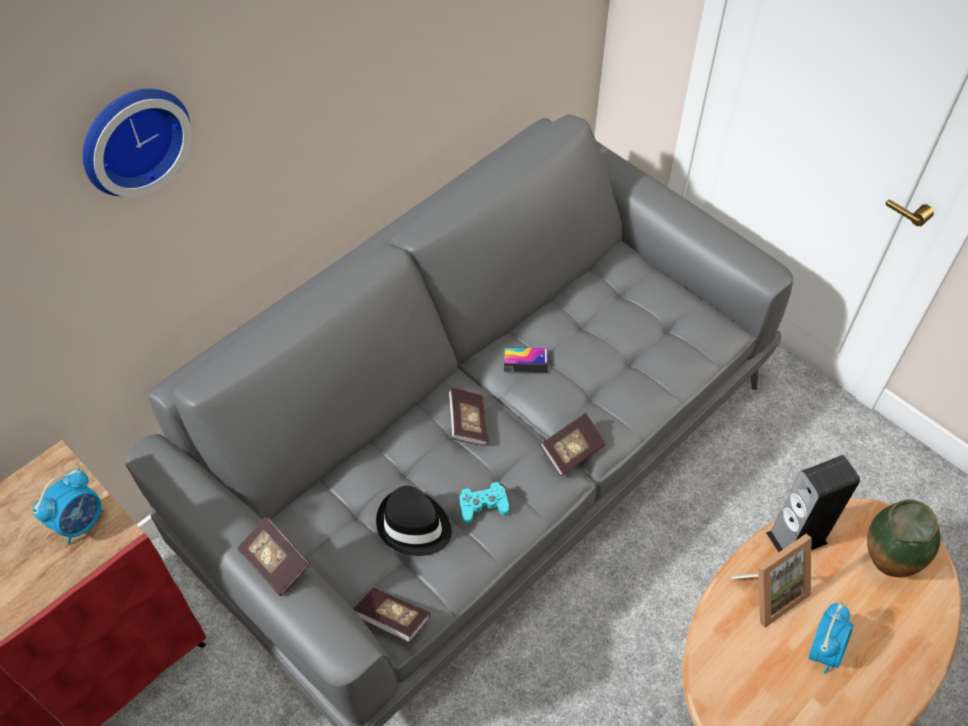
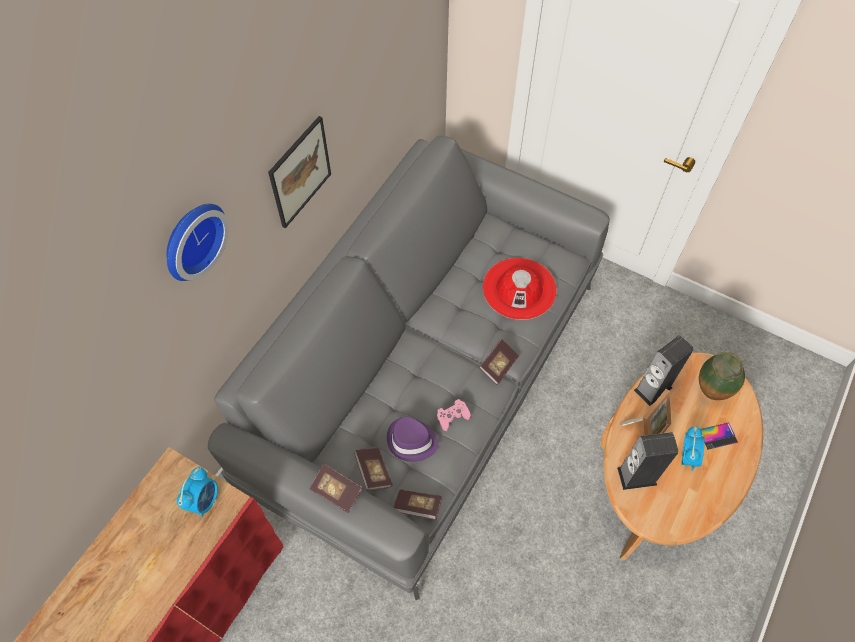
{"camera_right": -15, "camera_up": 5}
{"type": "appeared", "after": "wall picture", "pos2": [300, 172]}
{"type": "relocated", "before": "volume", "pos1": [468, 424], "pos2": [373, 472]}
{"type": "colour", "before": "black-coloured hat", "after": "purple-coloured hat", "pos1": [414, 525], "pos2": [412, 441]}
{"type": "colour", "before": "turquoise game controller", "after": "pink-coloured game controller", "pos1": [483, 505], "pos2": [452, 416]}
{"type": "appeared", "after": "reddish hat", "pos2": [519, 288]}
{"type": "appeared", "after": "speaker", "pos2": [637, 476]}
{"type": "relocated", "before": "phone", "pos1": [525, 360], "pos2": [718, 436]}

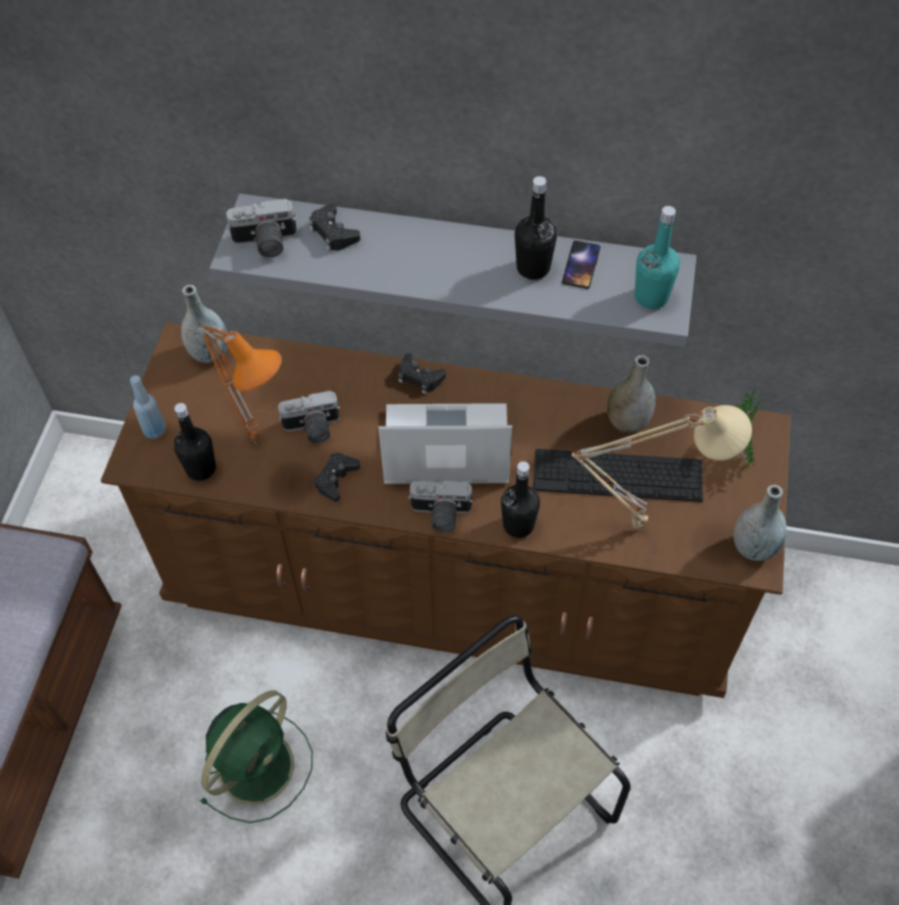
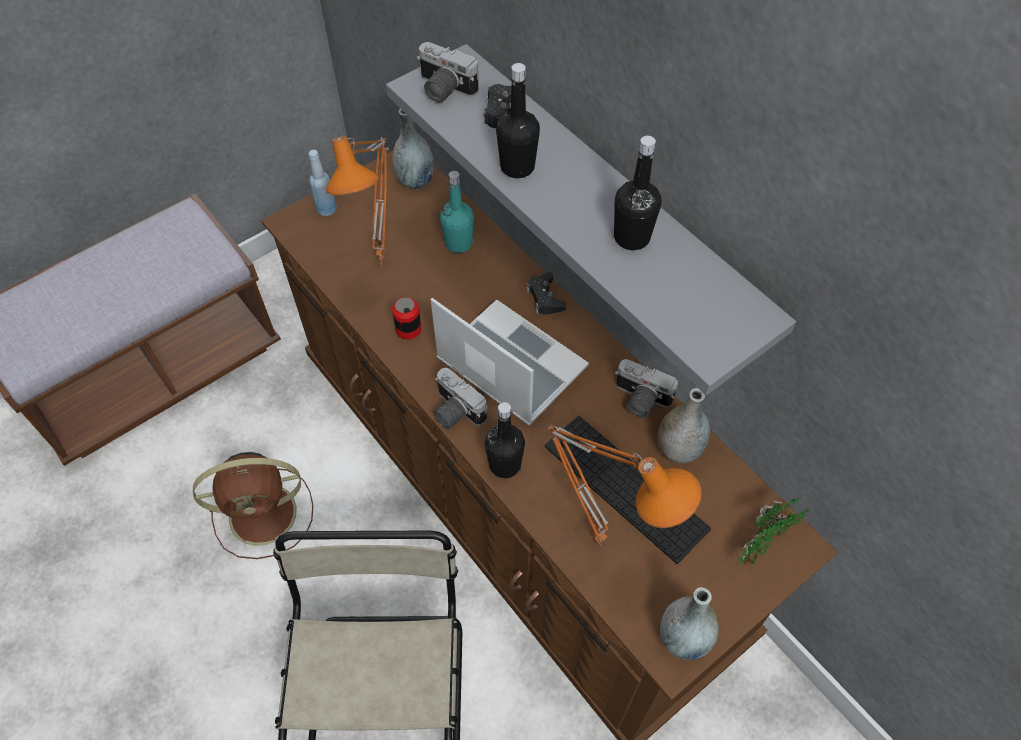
{"camera_right": 40, "camera_up": 0}
{"type": "colour", "before": "green-coloured fan", "after": "brown-coloured fan", "pos1": [258, 764], "pos2": [266, 513]}
{"type": "exchanged", "before": "black-coloured game controller", "after": "sealed can", "pos1": [336, 479], "pos2": [408, 329]}
{"type": "relocated", "before": "turquoise bottle", "pos1": [651, 297], "pos2": [458, 243]}
{"type": "relocated", "before": "black-coloured bottle", "pos1": [201, 468], "pos2": [517, 167]}
{"type": "colour", "before": "sand-coloured tabletop lamp", "after": "orange tabletop lamp", "pos1": [637, 525], "pos2": [601, 539]}
{"type": "relocated", "before": "still camera", "pos1": [312, 429], "pos2": [639, 400]}
{"type": "missing", "before": "phone", "pos1": [581, 265]}

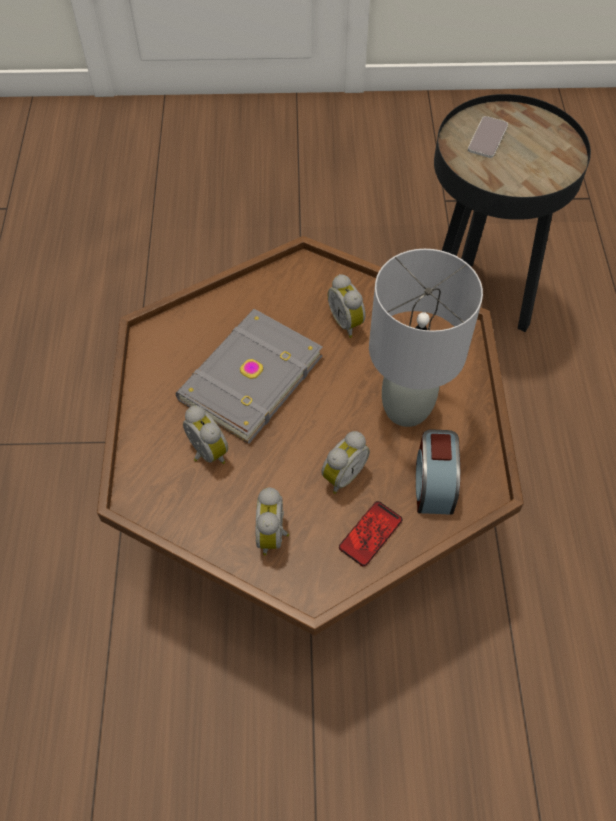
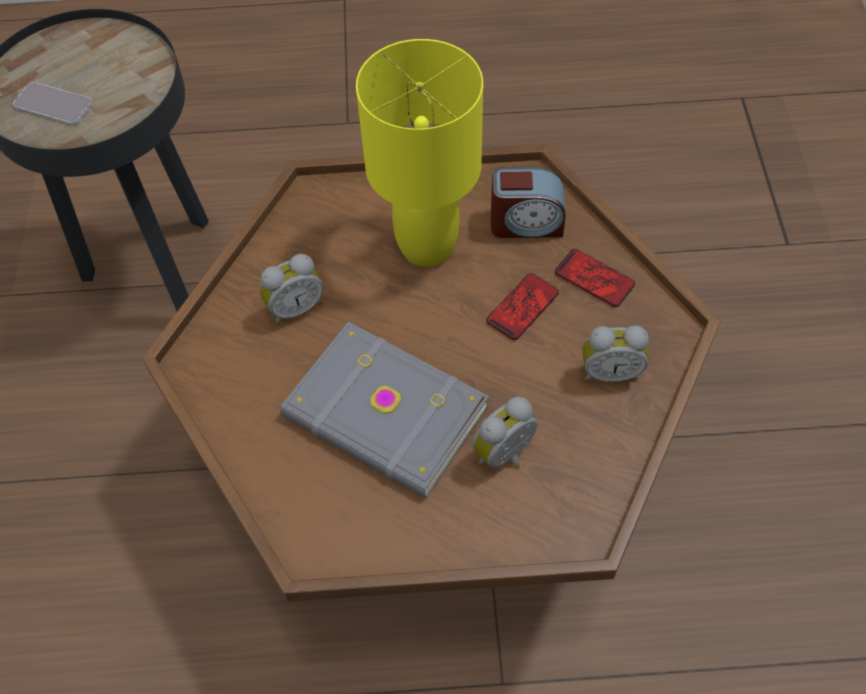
{"camera_right": -90, "camera_up": 0}
{"type": "colour", "before": "gray tabletop lamp", "after": "yellowish tabletop lamp", "pos1": [406, 407], "pos2": [426, 246]}
{"type": "exchanged", "before": "alarm clock", "after": "phone", "pos1": [341, 475], "pos2": [522, 307]}

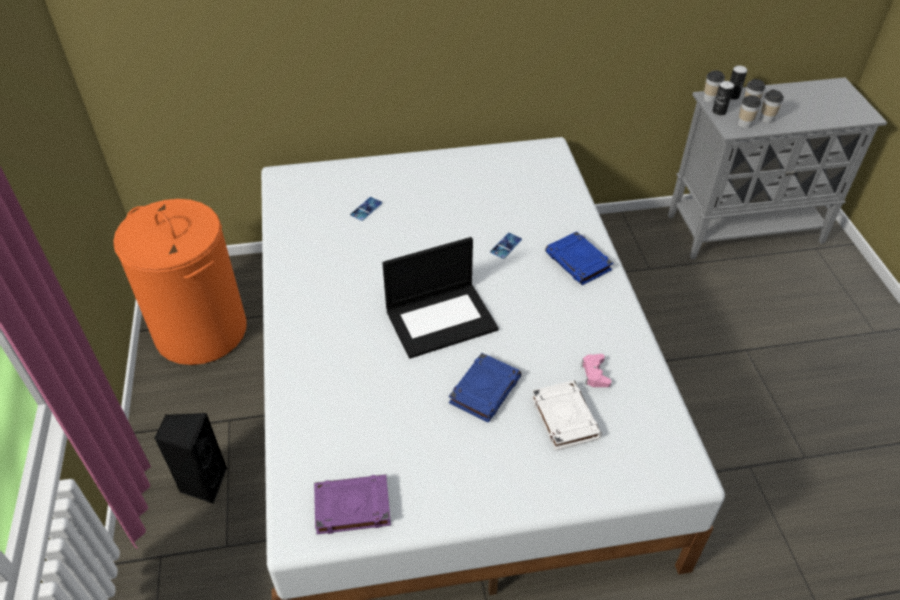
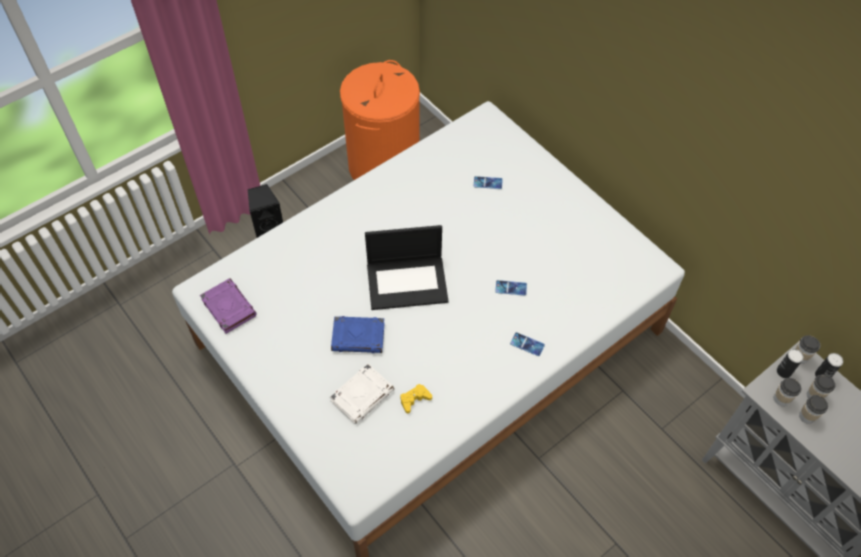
{"camera_right": 60, "camera_up": 10}
{"type": "spun", "before": "portable computer", "pos1": [442, 319], "pos2": [408, 282], "turn": -45}
{"type": "colour", "before": "pink-coloured game controller", "after": "yellowish game controller", "pos1": [595, 374], "pos2": [414, 399]}
{"type": "exchanged", "before": "blue volume", "after": "phone", "pos1": [579, 262], "pos2": [527, 344]}

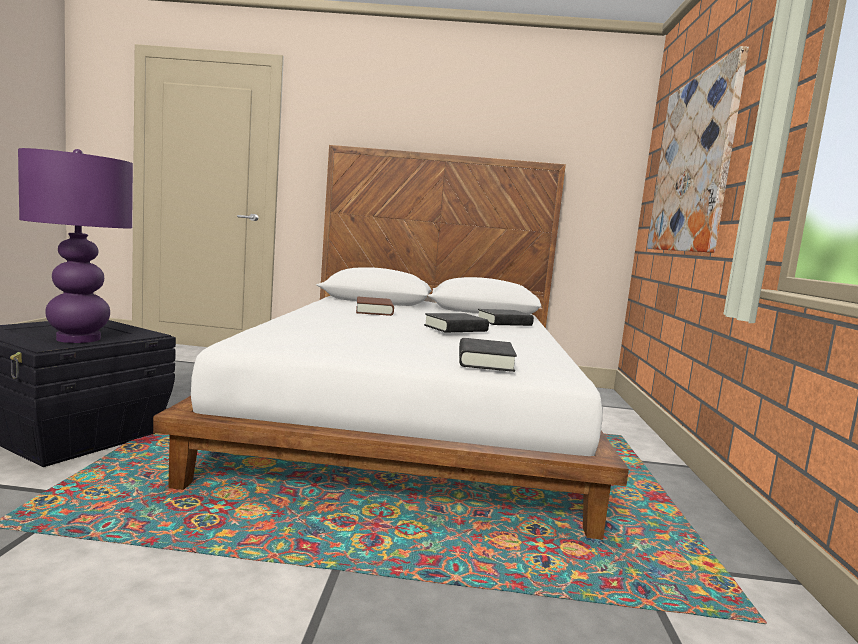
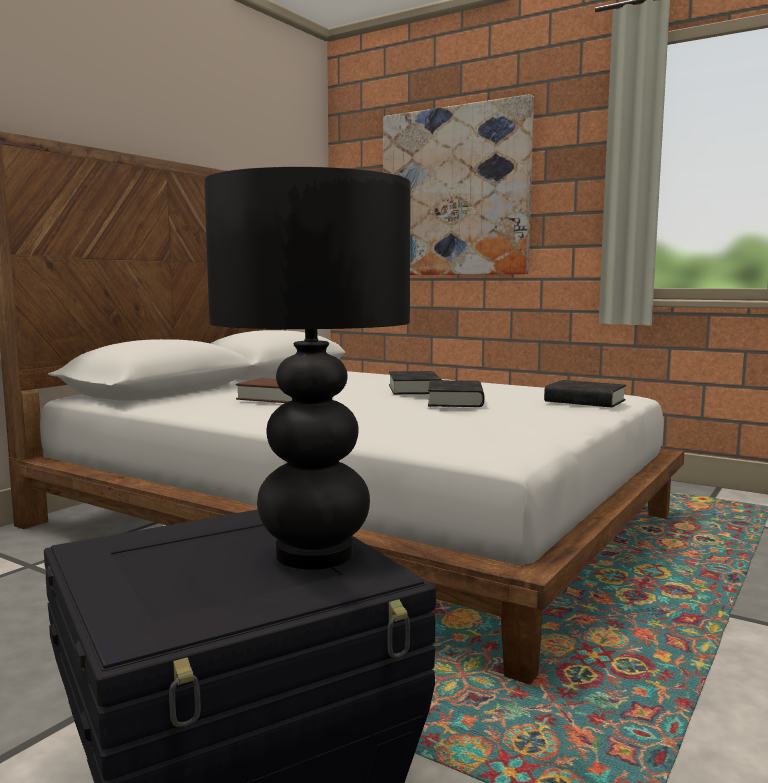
{"camera_right": -60, "camera_up": 0}
{"type": "colour", "before": "purple-coloured tabletop lamp", "after": "black-coloured tabletop lamp", "pos1": [78, 339], "pos2": [313, 555]}
{"type": "relocated", "before": "black-coloured volume", "pos1": [504, 322], "pos2": [455, 401]}

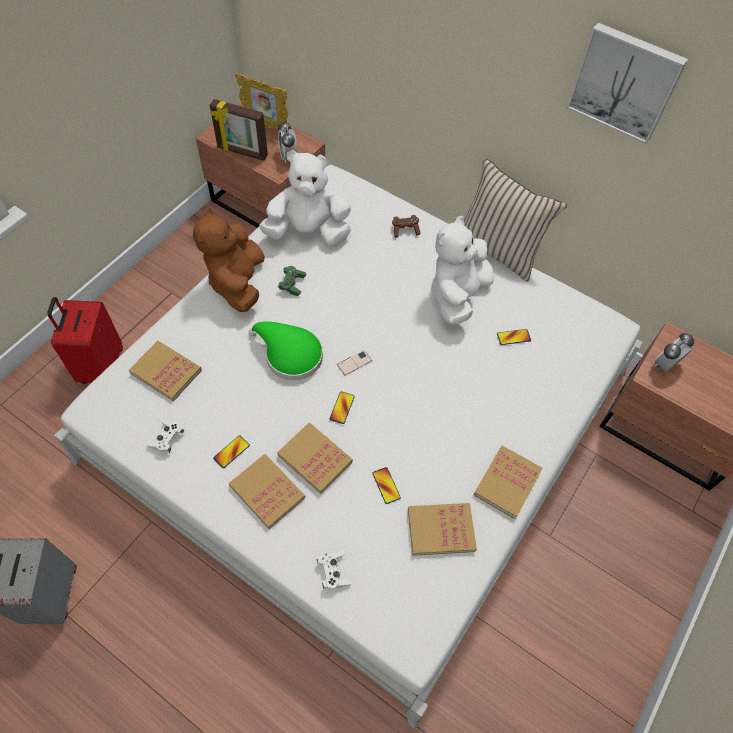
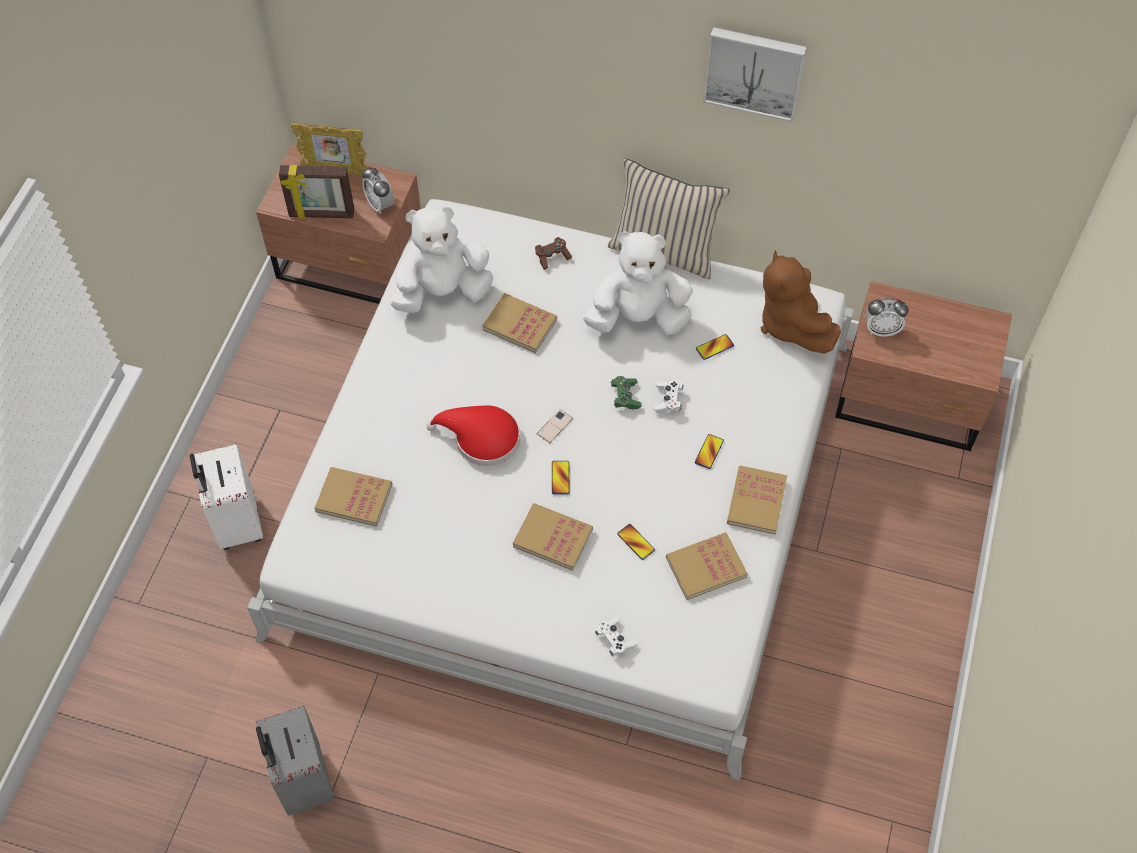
{"camera_right": -15, "camera_up": 0}
{"type": "colour", "before": "reddish suitcase", "after": "whitish suitcase", "pos1": [101, 366], "pos2": [236, 523]}
{"type": "colour", "before": "green-coloured hat", "after": "reddish hat", "pos1": [289, 354], "pos2": [481, 438]}
{"type": "relocated", "before": "volume", "pos1": [267, 492], "pos2": [520, 324]}
{"type": "spun", "before": "whitish soft toy", "pos1": [457, 295], "pos2": [638, 318], "turn": 75}
{"type": "relocated", "before": "green-coloured game controller", "pos1": [292, 284], "pos2": [625, 397]}
{"type": "relocated", "before": "whitish game controller", "pos1": [167, 439], "pos2": [668, 400]}
{"type": "relocated", "before": "phone", "pos1": [231, 452], "pos2": [709, 452]}
{"type": "relocated", "before": "brown-coloured soft toy", "pos1": [237, 283], "pos2": [791, 323]}
{"type": "spun", "before": "alarm clock", "pos1": [665, 365], "pos2": [881, 330], "turn": -120}

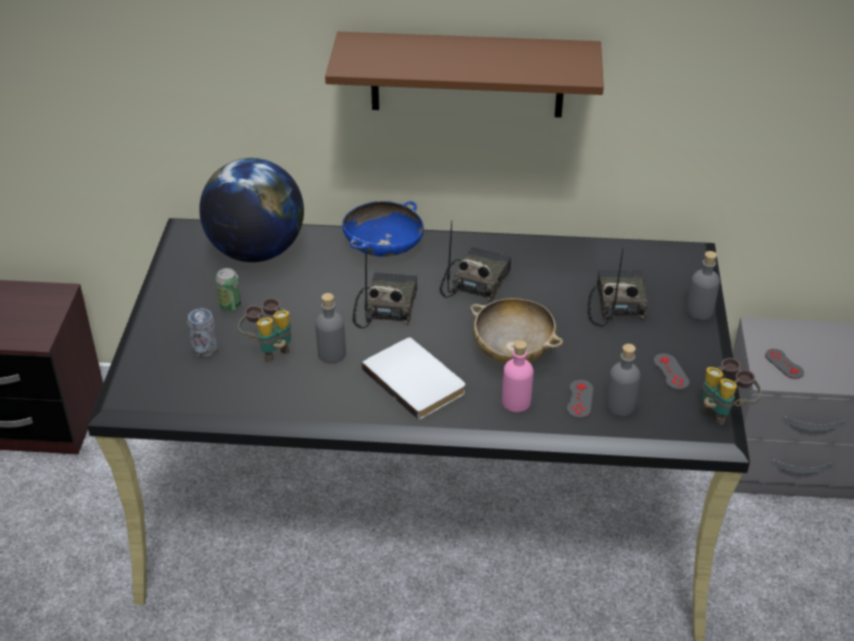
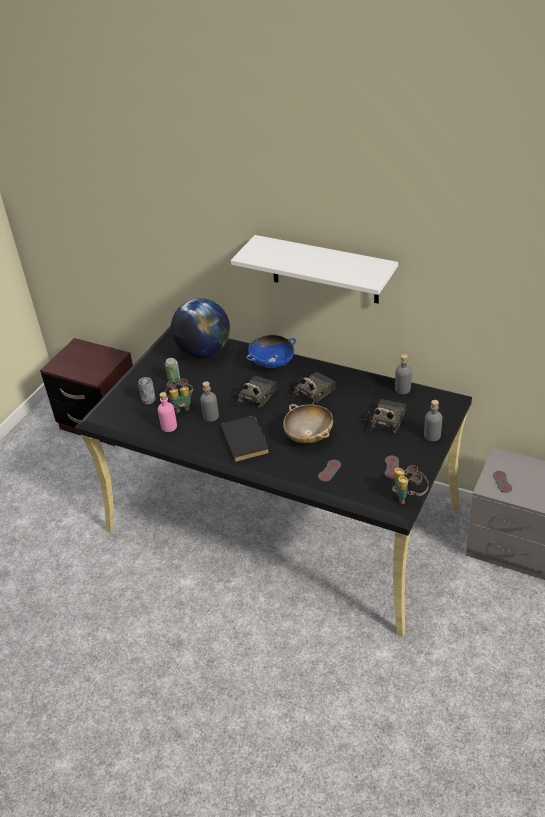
{"camera_right": 25, "camera_up": 0}
{"type": "relocated", "before": "pink-coloured bottle", "pos1": [516, 402], "pos2": [169, 426]}
{"type": "colour", "before": "whitish volume", "after": "black-coloured volume", "pos1": [416, 379], "pos2": [247, 440]}
{"type": "colour", "before": "brown-coloured shelf", "after": "whitish shelf", "pos1": [467, 74], "pos2": [324, 270]}
{"type": "relocated", "before": "gray bottle", "pos1": [620, 406], "pos2": [402, 389]}

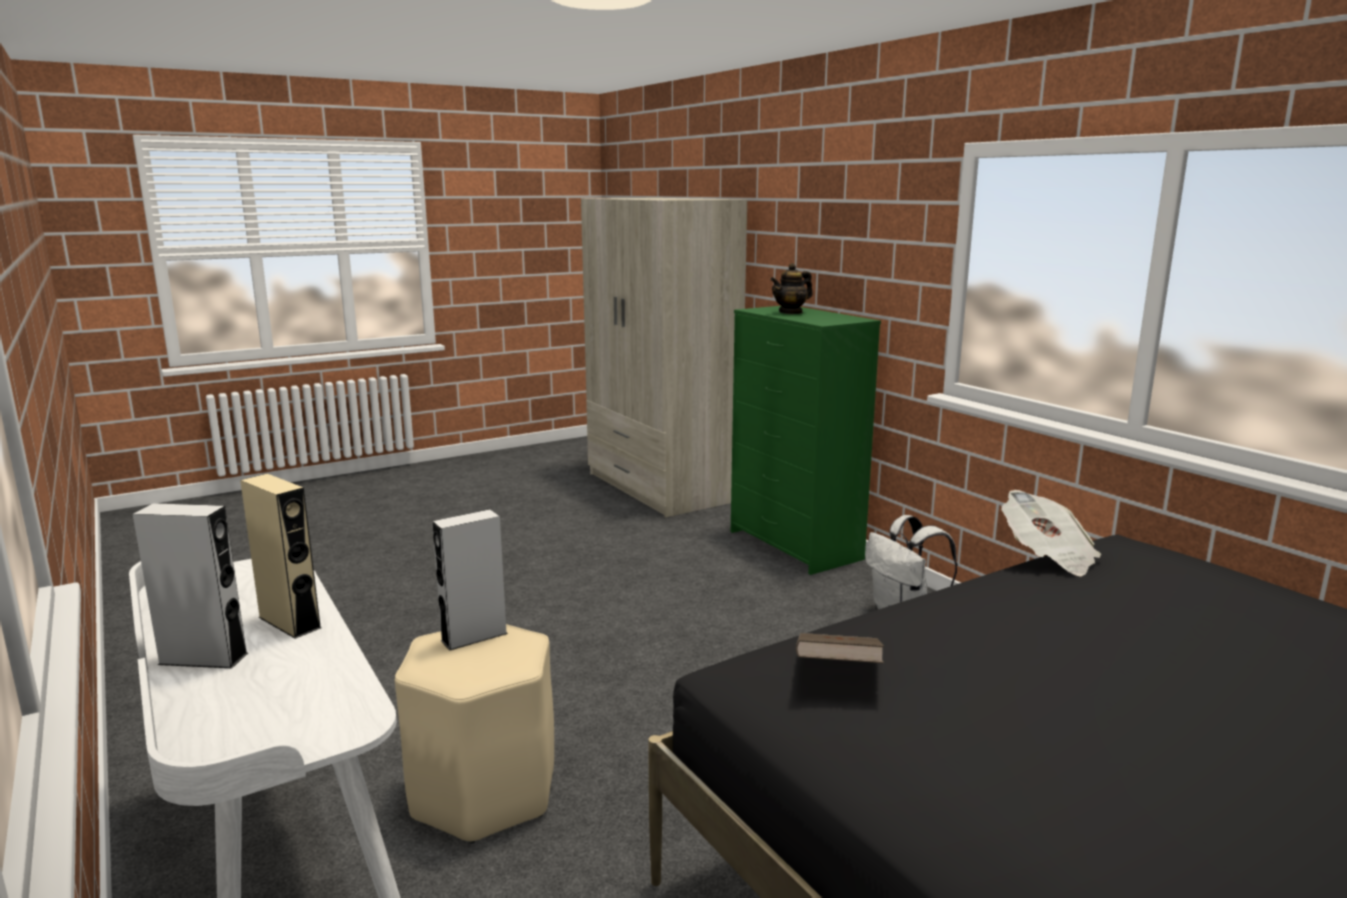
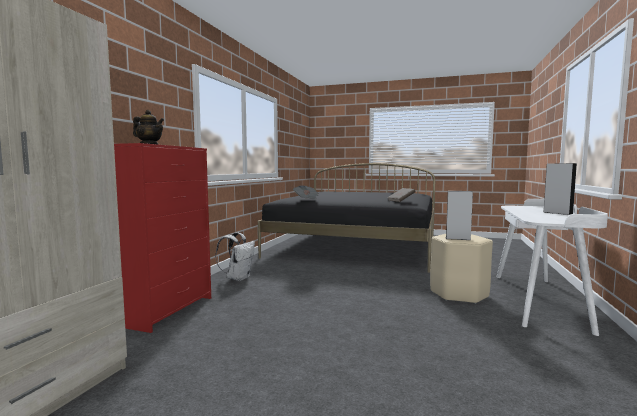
{"camera_right": -130, "camera_up": -10}
{"type": "colour", "before": "green-coloured drawer chest", "after": "reddish drawer chest", "pos1": [795, 545], "pos2": [165, 310]}
{"type": "missing", "before": "sand-coloured speaker", "pos1": [289, 622]}

